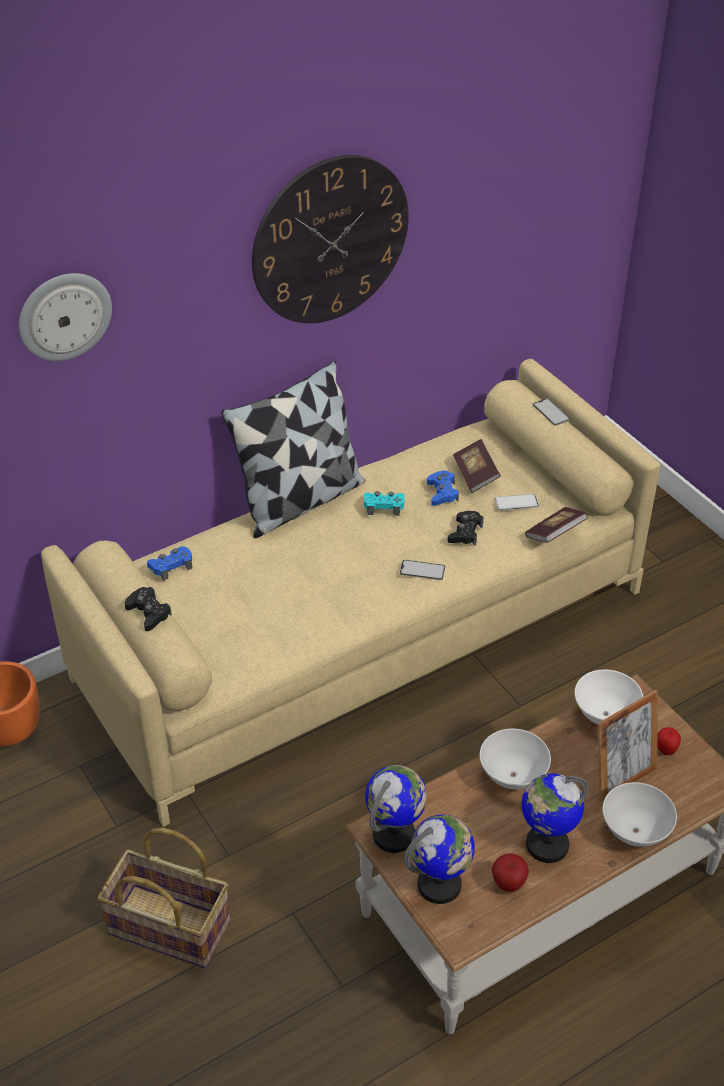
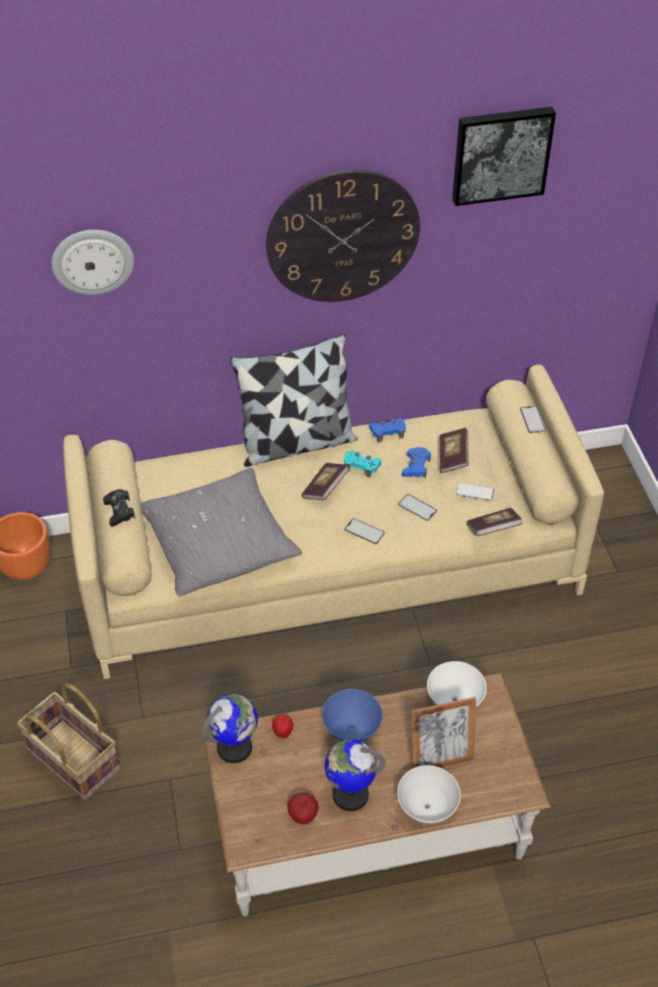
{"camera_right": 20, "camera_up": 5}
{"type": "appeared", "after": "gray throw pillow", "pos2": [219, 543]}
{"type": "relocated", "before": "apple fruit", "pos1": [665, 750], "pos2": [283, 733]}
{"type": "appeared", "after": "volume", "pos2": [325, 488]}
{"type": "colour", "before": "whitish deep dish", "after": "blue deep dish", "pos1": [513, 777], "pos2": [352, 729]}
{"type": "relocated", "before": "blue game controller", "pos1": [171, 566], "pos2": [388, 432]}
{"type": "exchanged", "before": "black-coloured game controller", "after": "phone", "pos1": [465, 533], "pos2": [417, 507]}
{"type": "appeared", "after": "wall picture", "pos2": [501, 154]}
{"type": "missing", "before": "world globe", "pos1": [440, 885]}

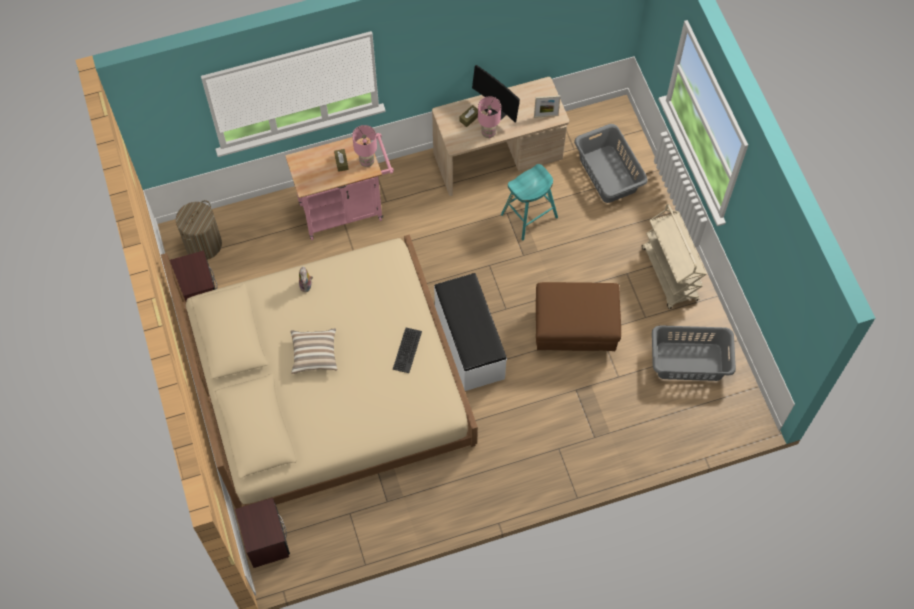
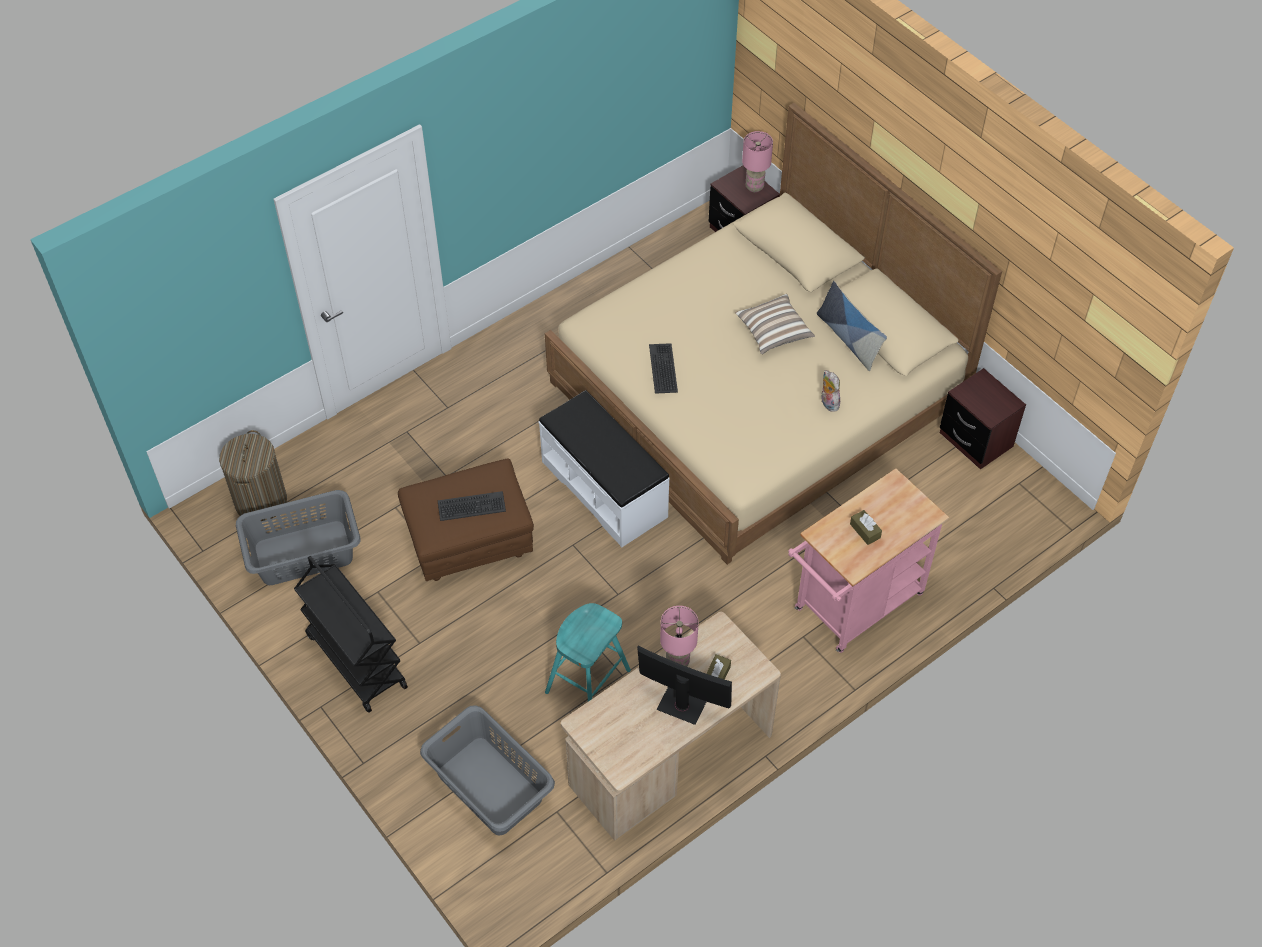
{"camera_right": 160, "camera_up": -10}
{"type": "relocated", "before": "washing basket", "pos1": [203, 244], "pos2": [261, 501]}
{"type": "colour", "before": "sand-coloured wheeled cart", "after": "black-coloured wheeled cart", "pos1": [670, 274], "pos2": [355, 661]}
{"type": "appeared", "after": "computer keyboard", "pos2": [471, 507]}
{"type": "relocated", "before": "pink-coloured tabletop lamp", "pos1": [366, 161], "pos2": [755, 187]}
{"type": "appeared", "after": "throw pillow", "pos2": [849, 339]}
{"type": "missing", "before": "picture frame", "pos1": [546, 116]}

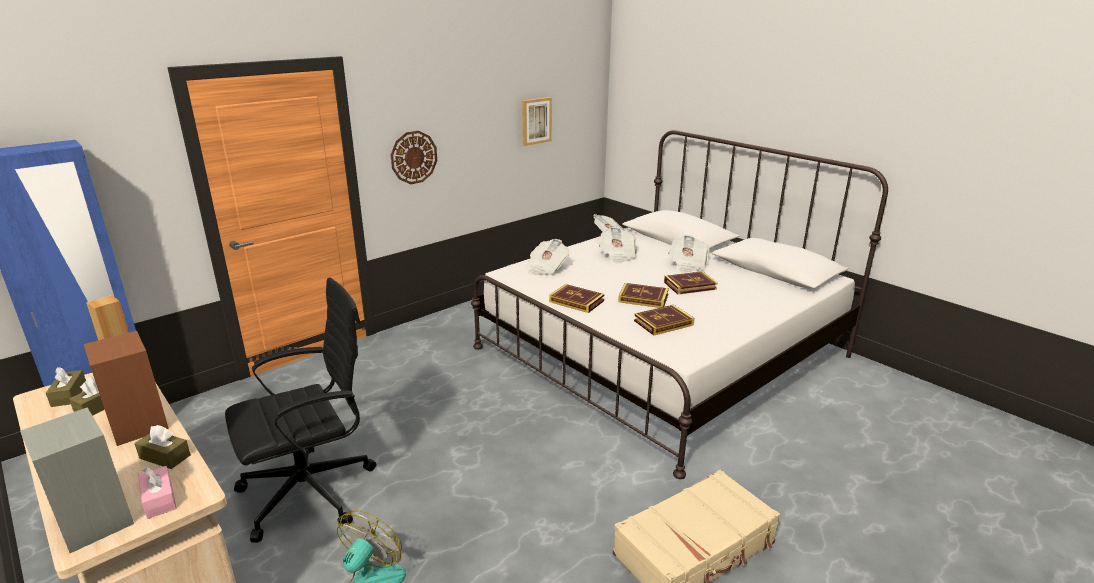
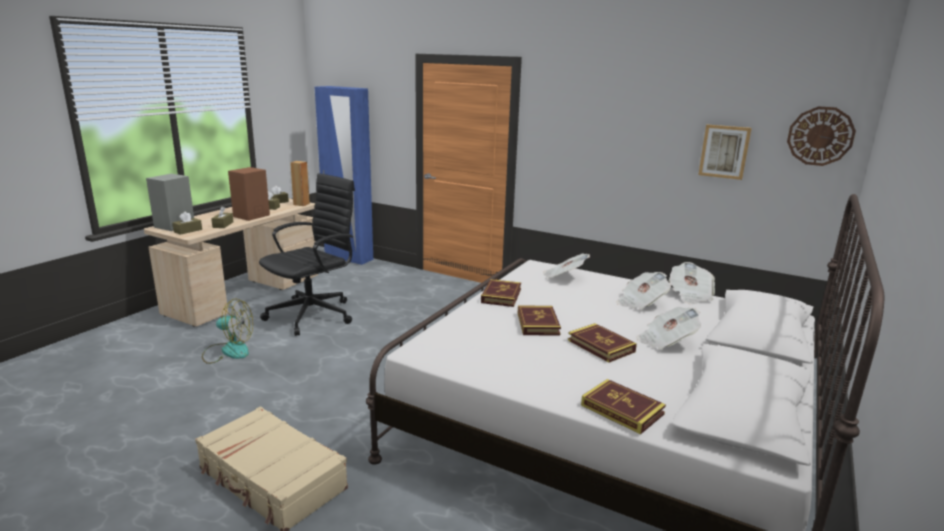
{"camera_right": 70, "camera_up": -5}
{"type": "colour", "before": "pink-coloured tissue holder", "after": "brown-coloured tissue holder", "pos1": [159, 499], "pos2": [188, 231]}
{"type": "spun", "before": "black-coloured desk chair", "pos1": [312, 491], "pos2": [313, 314], "turn": -90}
{"type": "relocated", "before": "volume", "pos1": [663, 323], "pos2": [622, 409]}
{"type": "relocated", "before": "hanging clock", "pos1": [413, 157], "pos2": [820, 136]}

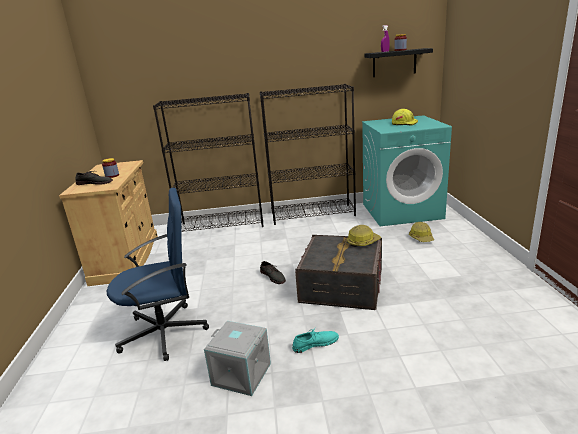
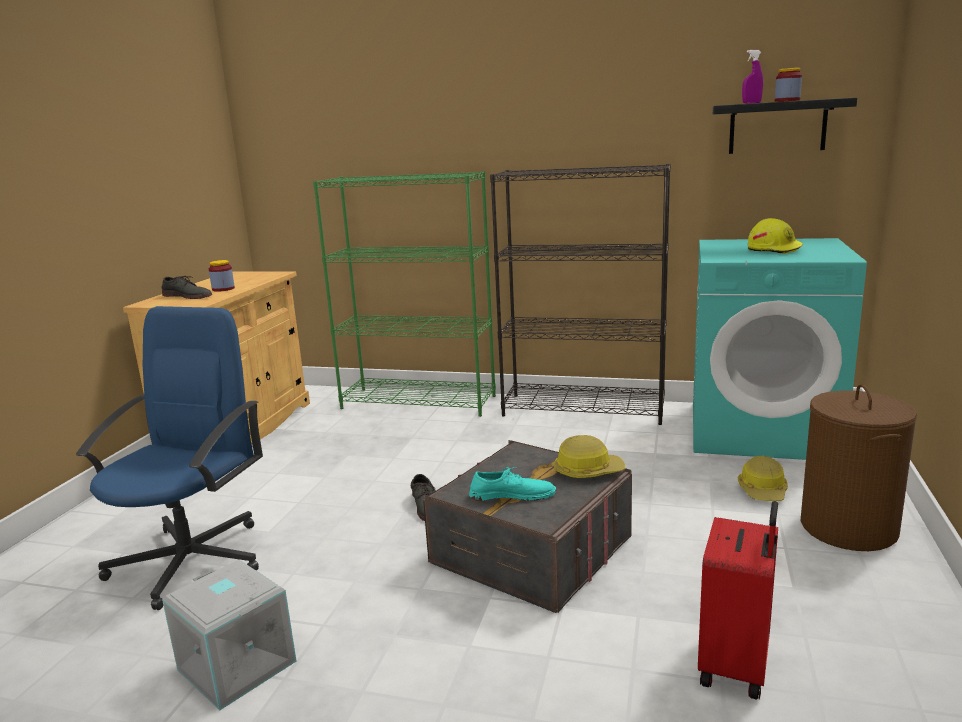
{"camera_right": 20, "camera_up": -5}
{"type": "spun", "before": "blue desk chair", "pos1": [165, 332], "pos2": [191, 560], "turn": -75}
{"type": "colour", "before": "black-coloured shelving unit", "after": "green-coloured shelving unit", "pos1": [222, 225], "pos2": [419, 402]}
{"type": "relocated", "before": "turquoise low shoe", "pos1": [315, 343], "pos2": [512, 494]}
{"type": "appeared", "after": "reddish suitcase", "pos2": [736, 666]}
{"type": "appeared", "after": "brown-coloured washing basket", "pos2": [848, 528]}

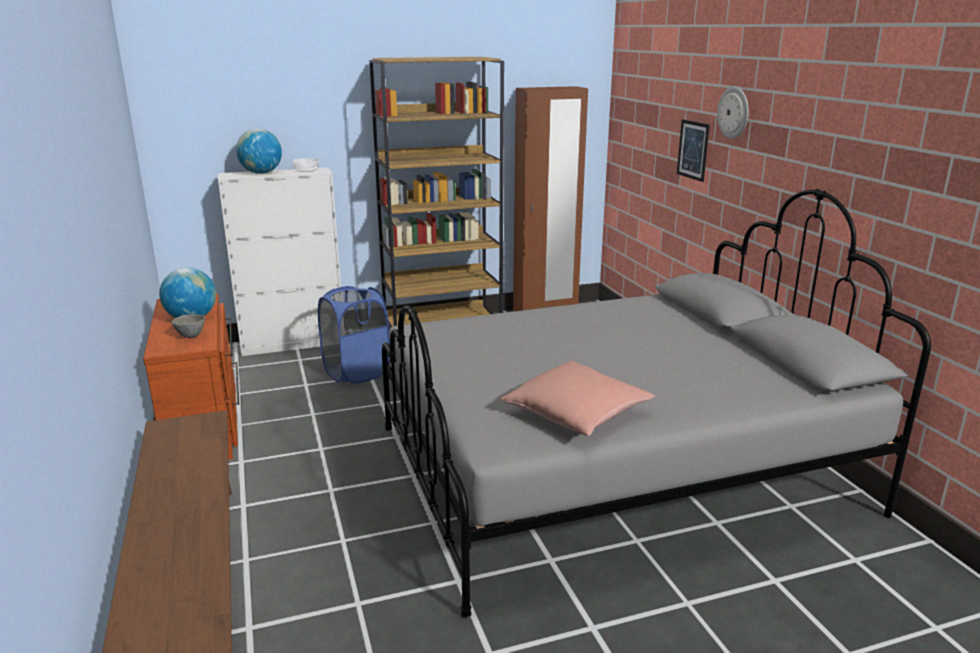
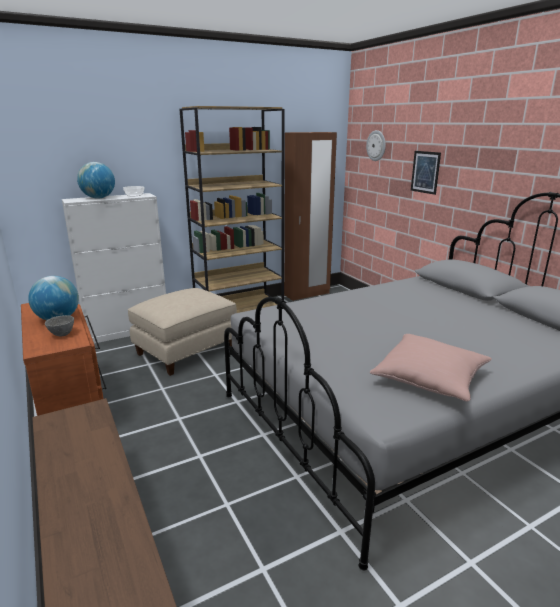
{"camera_right": -10, "camera_up": 0}
{"type": "exchanged", "before": "blue washing basket", "after": "sand-coloured footrest", "pos1": [356, 372], "pos2": [186, 351]}
{"type": "relocated", "before": "hanging clock", "pos1": [734, 112], "pos2": [376, 145]}

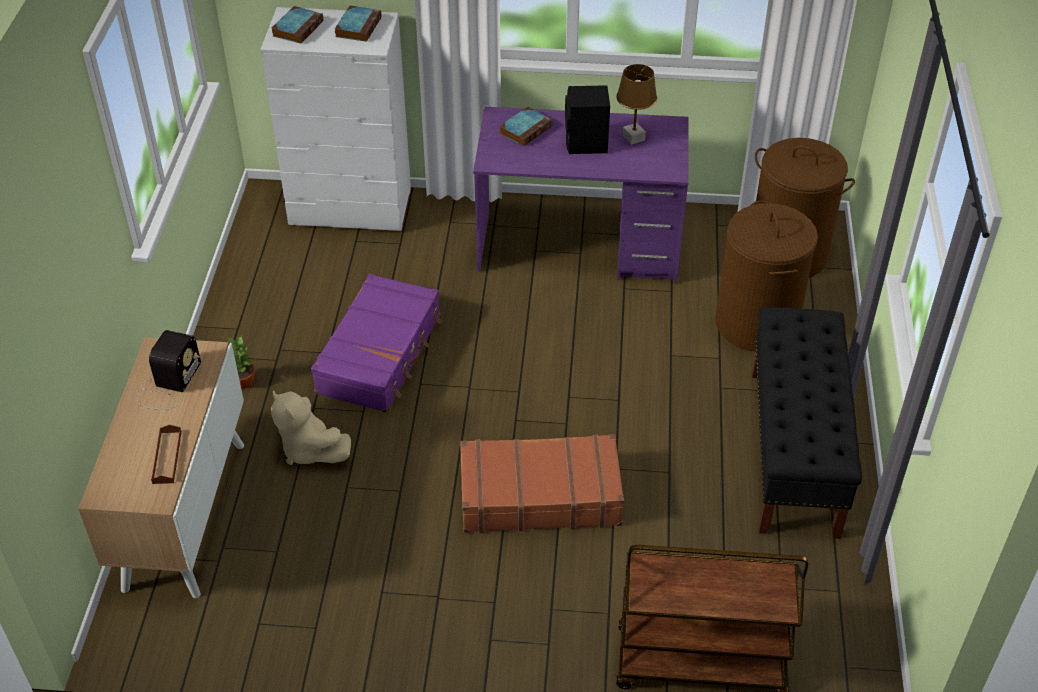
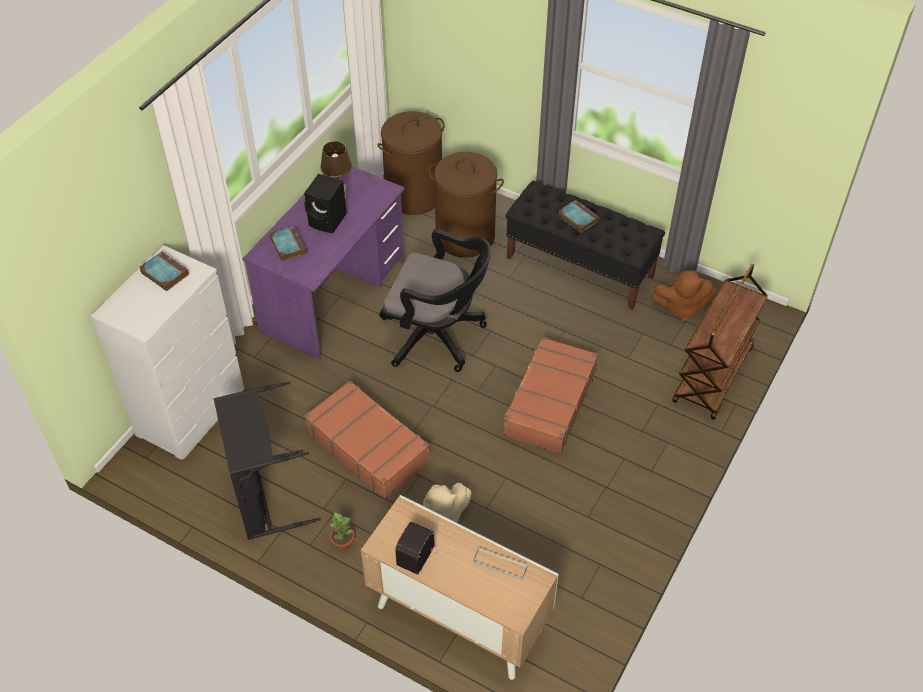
{"camera_right": -65, "camera_up": 5}
{"type": "appeared", "after": "black-coloured washing basket", "pos2": [264, 497]}
{"type": "colour", "before": "purple-coloured suitcase", "after": "brown-coloured suitcase", "pos1": [380, 354], "pos2": [368, 446]}
{"type": "appeared", "after": "black-coloured desk chair", "pos2": [437, 336]}
{"type": "spun", "before": "radio receiver", "pos1": [168, 385], "pos2": [424, 546], "turn": -105}
{"type": "colour", "before": "brown-coloured serving tray", "after": "gray serving tray", "pos1": [167, 457], "pos2": [499, 565]}
{"type": "relocated", "before": "volume", "pos1": [298, 28], "pos2": [577, 218]}
{"type": "appeared", "after": "brown-coloured soft toy", "pos2": [681, 307]}

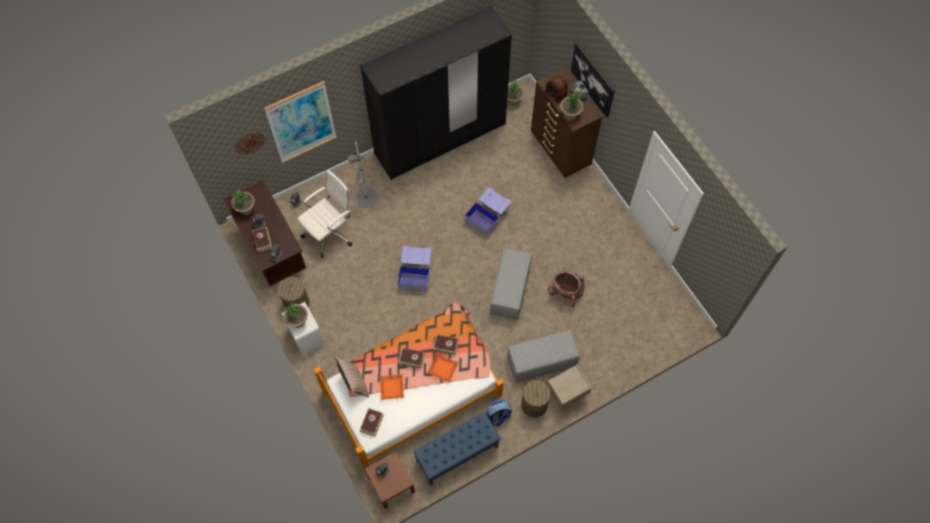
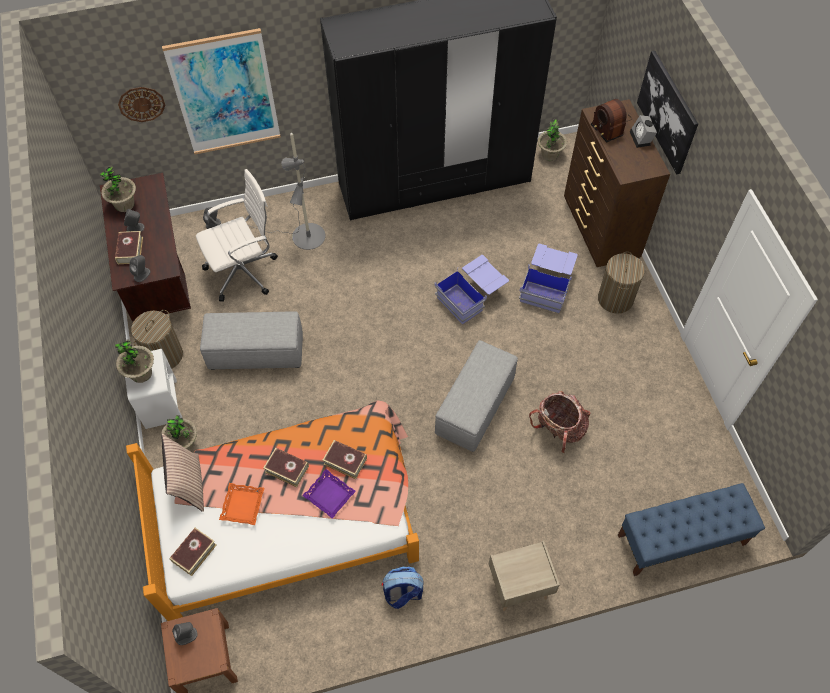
{"camera_right": 15, "camera_up": -5}
{"type": "relocated", "before": "potted plant", "pos1": [570, 115], "pos2": [184, 444]}
{"type": "relocated", "before": "gray footrest", "pos1": [542, 361], "pos2": [257, 352]}
{"type": "colour", "before": "orange serving tray", "after": "purple-coloured serving tray", "pos1": [443, 368], "pos2": [329, 495]}
{"type": "relocated", "before": "blue storage bin", "pos1": [415, 273], "pos2": [547, 286]}
{"type": "relocated", "before": "washing basket", "pos1": [534, 405], "pos2": [615, 299]}
{"type": "relocated", "before": "blue bench", "pos1": [457, 454], "pos2": [680, 540]}

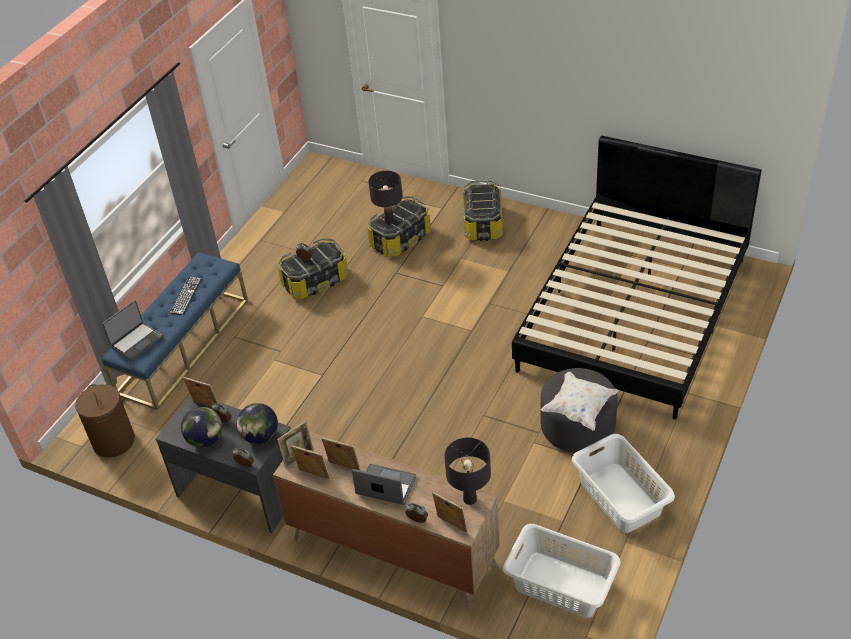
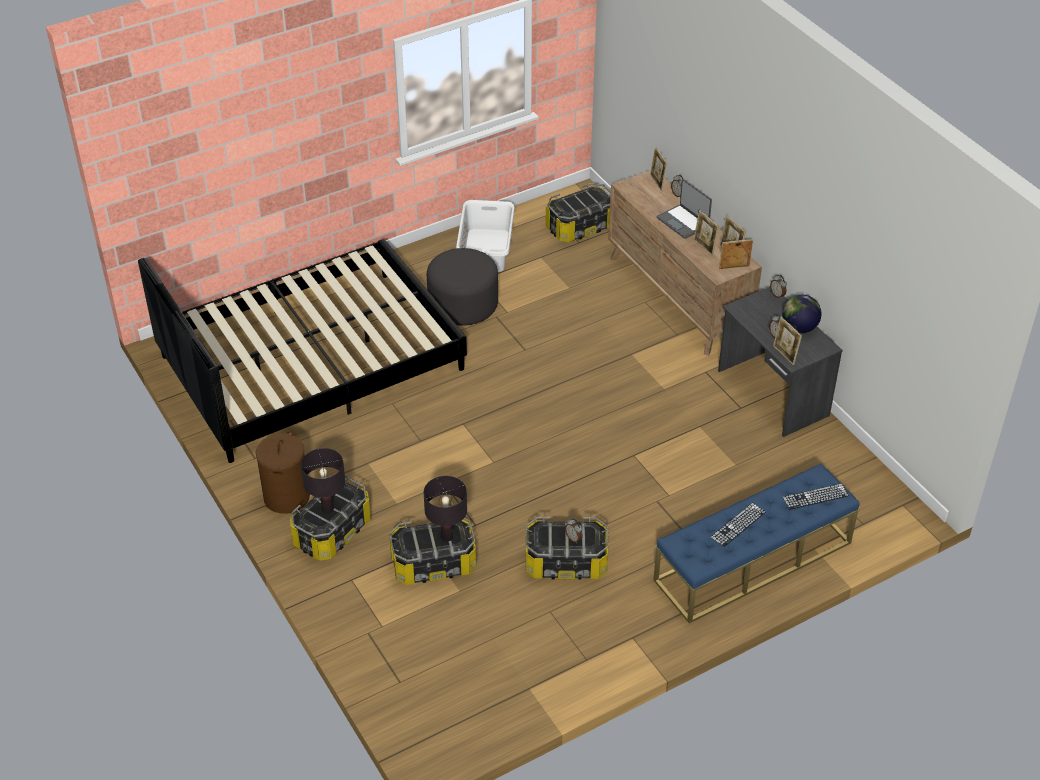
{"camera_right": -150, "camera_up": 0}
{"type": "relocated", "before": "brown-coloured washing basket", "pos1": [113, 441], "pos2": [286, 497]}
{"type": "relocated", "before": "black-coloured tabletop lamp", "pos1": [470, 499], "pos2": [327, 508]}
{"type": "exchanged", "before": "whitish washing basket", "after": "storage bin", "pos1": [561, 585], "pos2": [580, 226]}
{"type": "exchanged", "before": "portable computer", "after": "computer keyboard", "pos1": [136, 341], "pos2": [815, 496]}
{"type": "missing", "before": "world globe", "pos1": [260, 436]}
{"type": "missing", "before": "whitish throw pillow", "pos1": [579, 409]}

